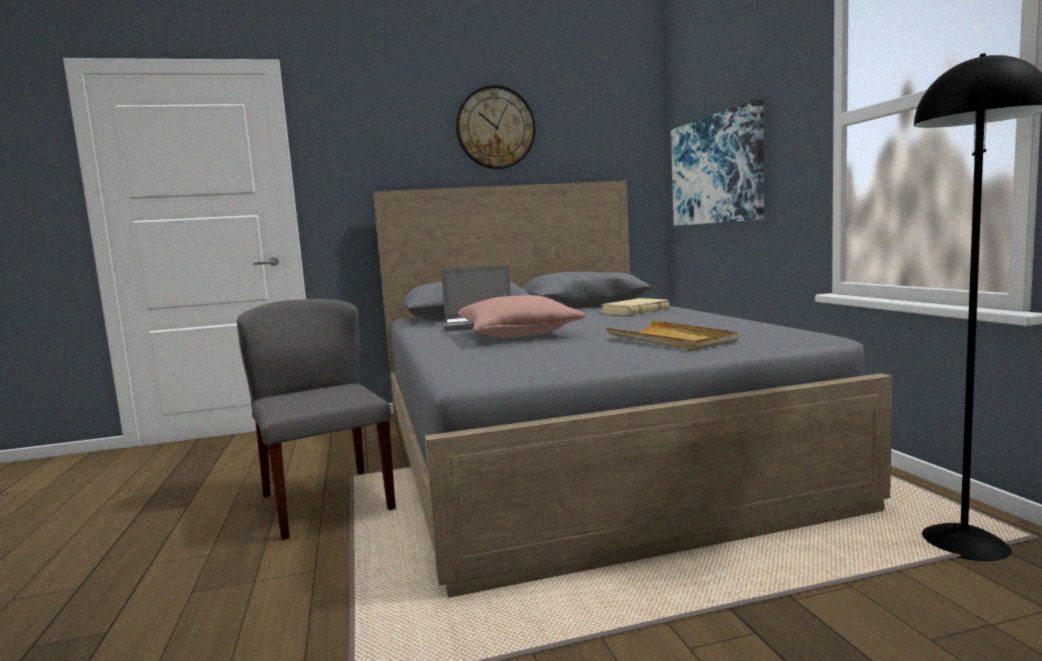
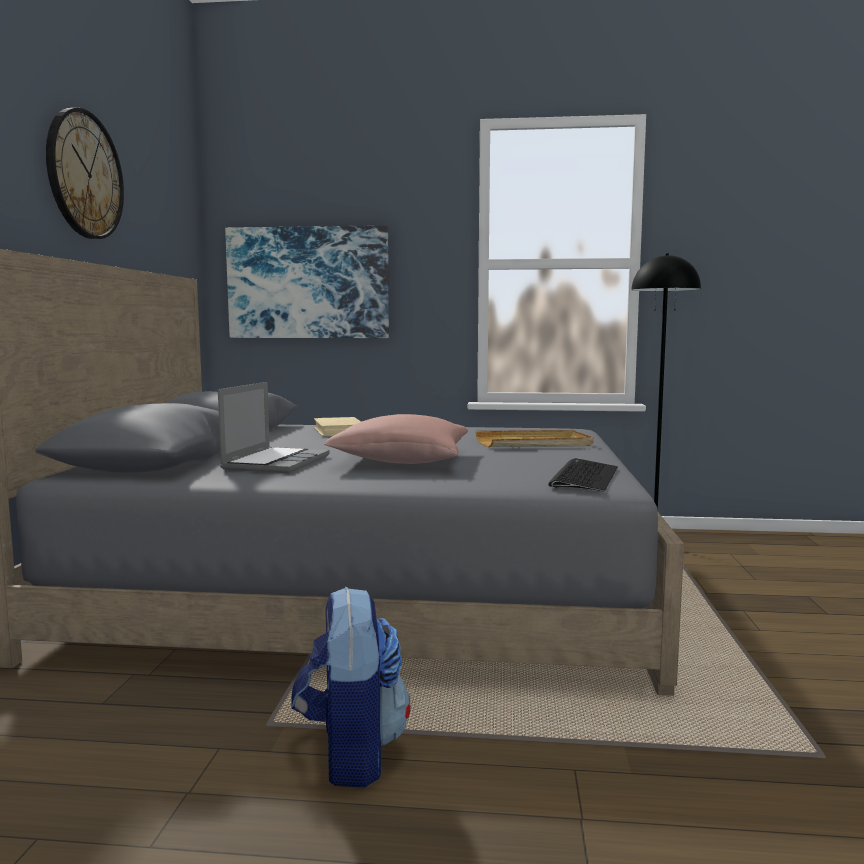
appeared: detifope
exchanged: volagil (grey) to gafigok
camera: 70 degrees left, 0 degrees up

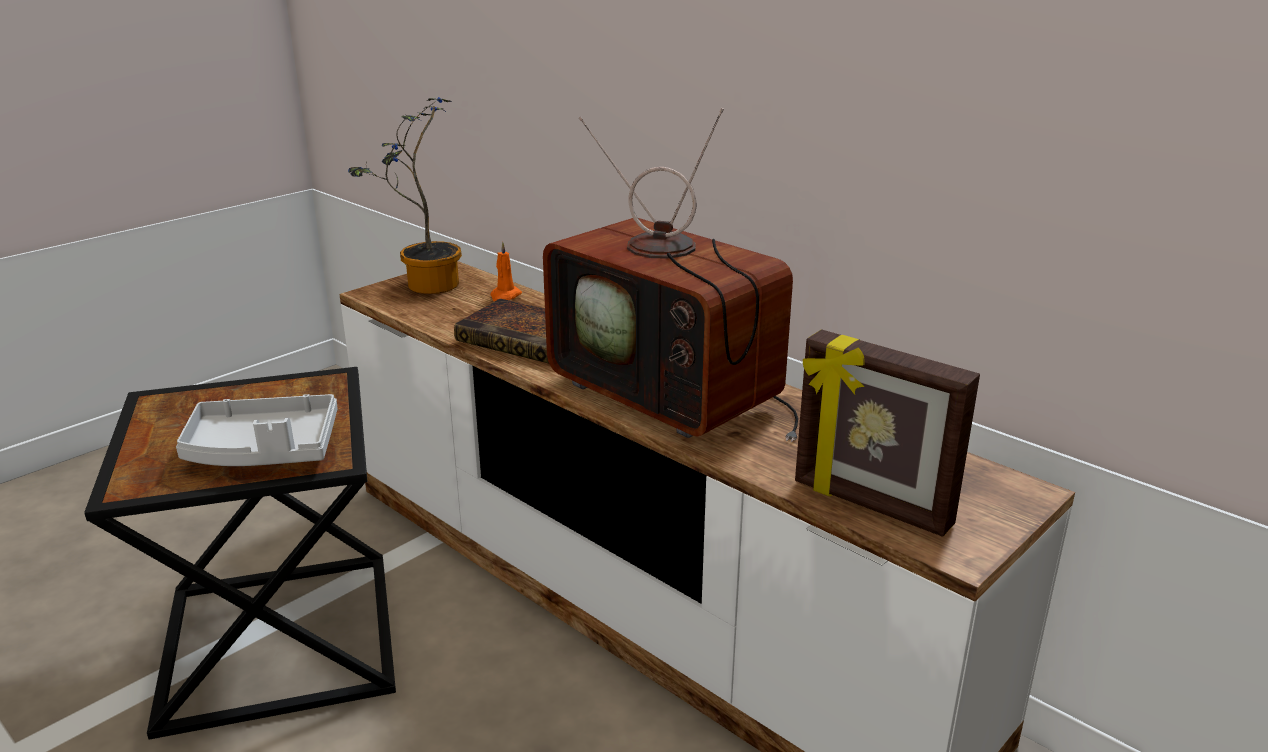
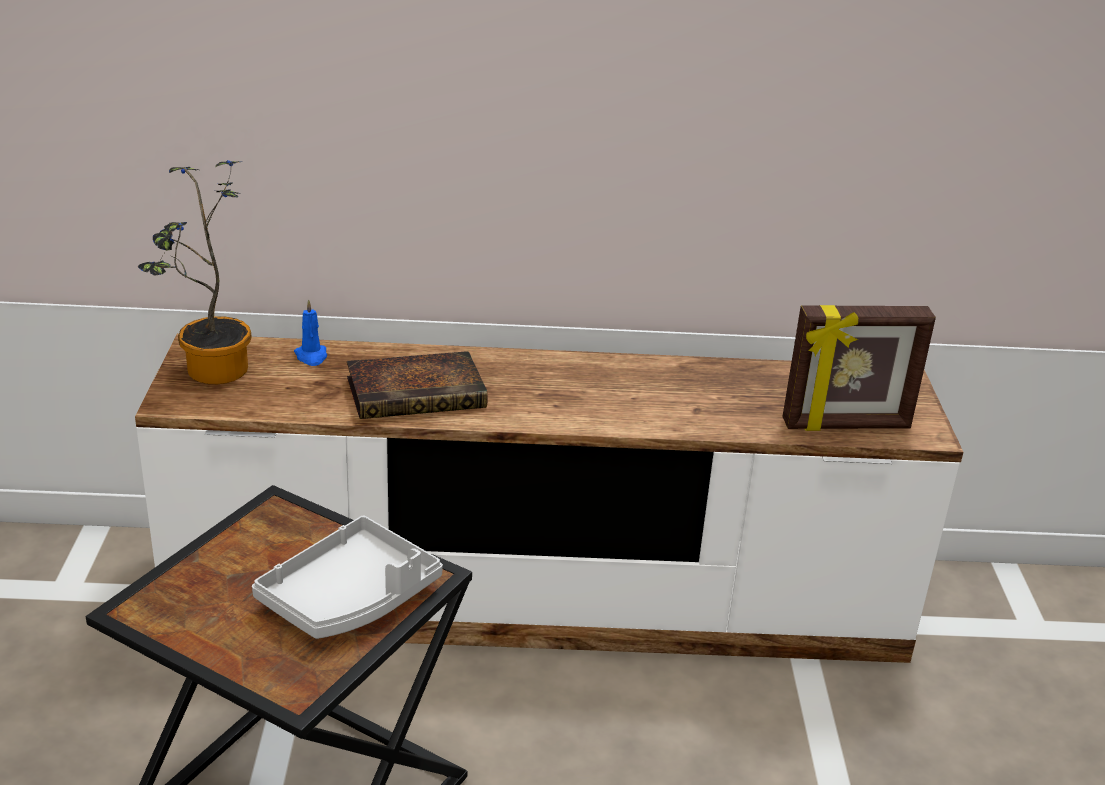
missing: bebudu
colour: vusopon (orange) to vusopon (blue)
camera: 45 degrees left, 5 degrees up

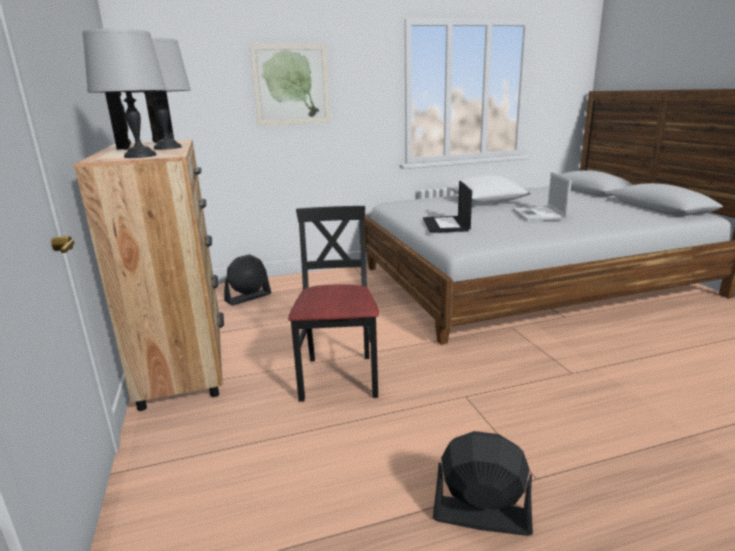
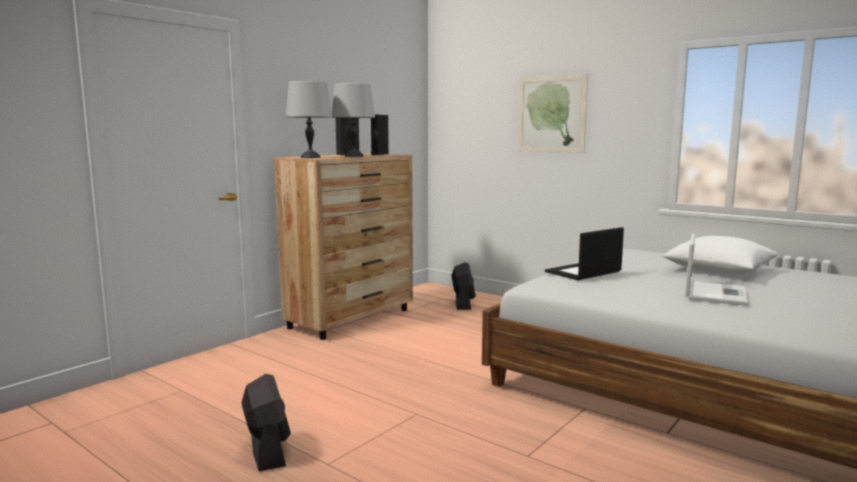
missing: volagil (black)
spun: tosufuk (no. 2 from left) 150 degrees clockwise; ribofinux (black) (no. 1 from left in the first image) 105 degrees counterclockwise
camera: 55 degrees right, 10 degrees down

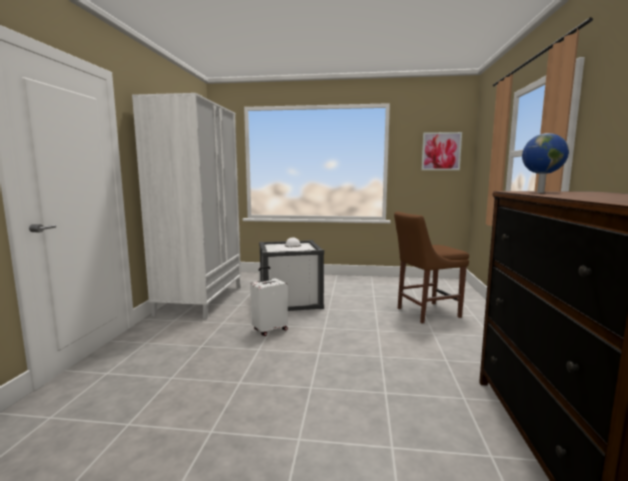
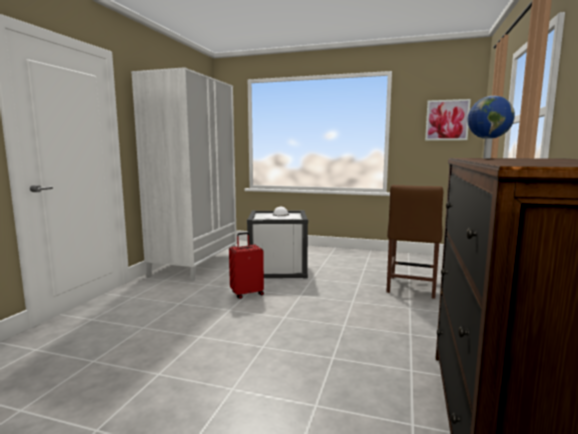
colour: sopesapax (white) to sopesapax (red)
spun: volagil (brown) 60 degrees counterclockwise
camera: 10 degrees right, 0 degrees up

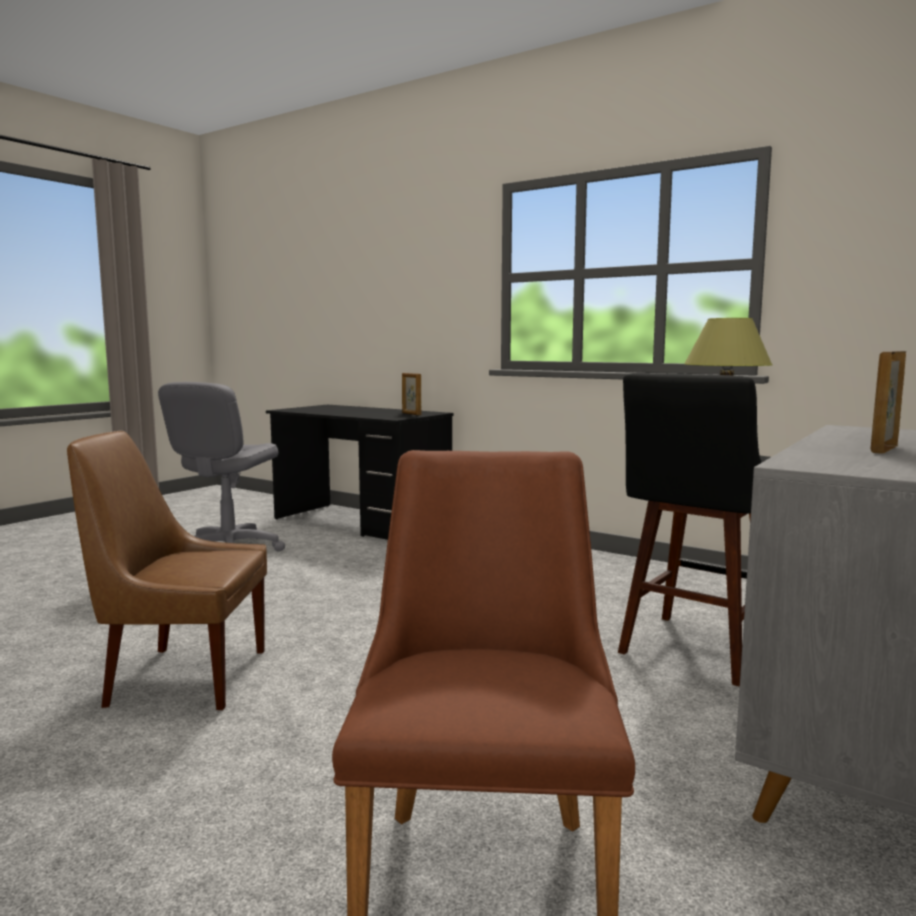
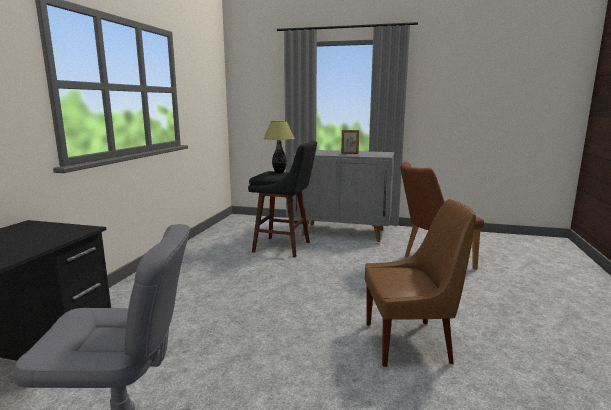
missing: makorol (no. 1 from left)
spun: volagil (brown) (no. 1 from left) 75 degrees counterclockwise
camera: 110 degrees left, 5 degrees up

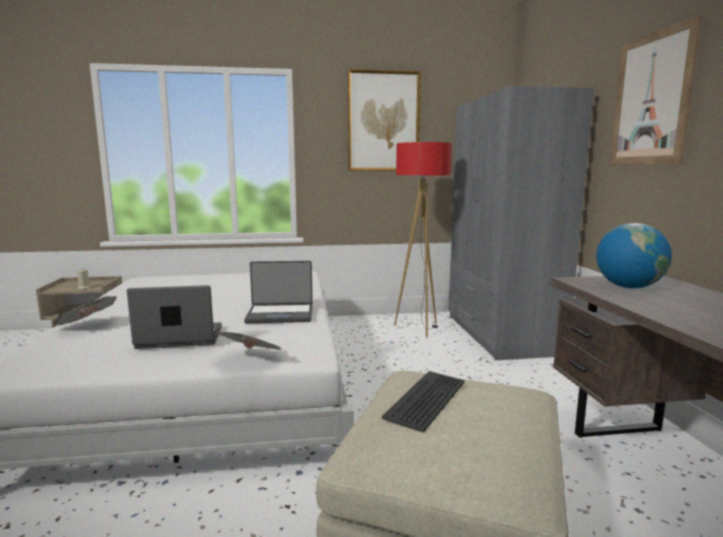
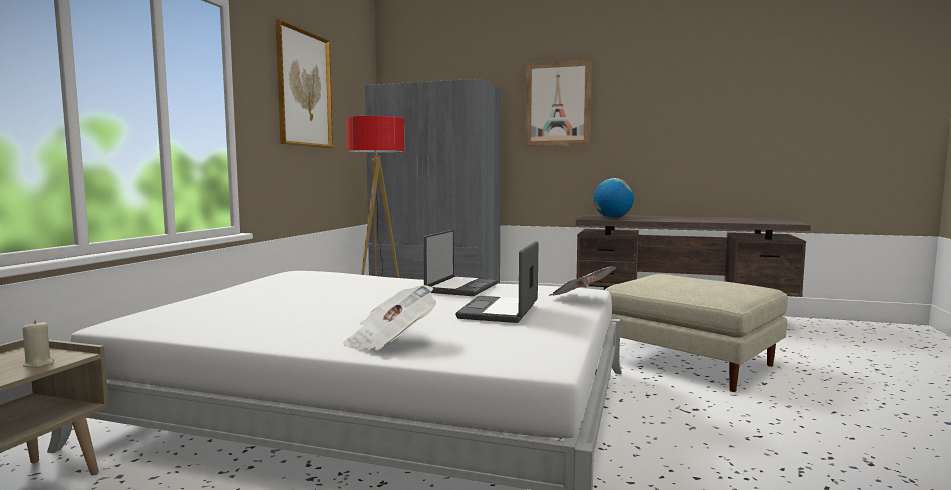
missing: detifope
camera: 65 degrees left, 5 degrees down

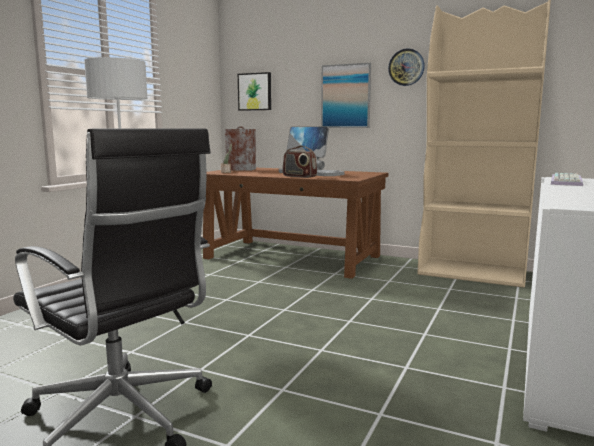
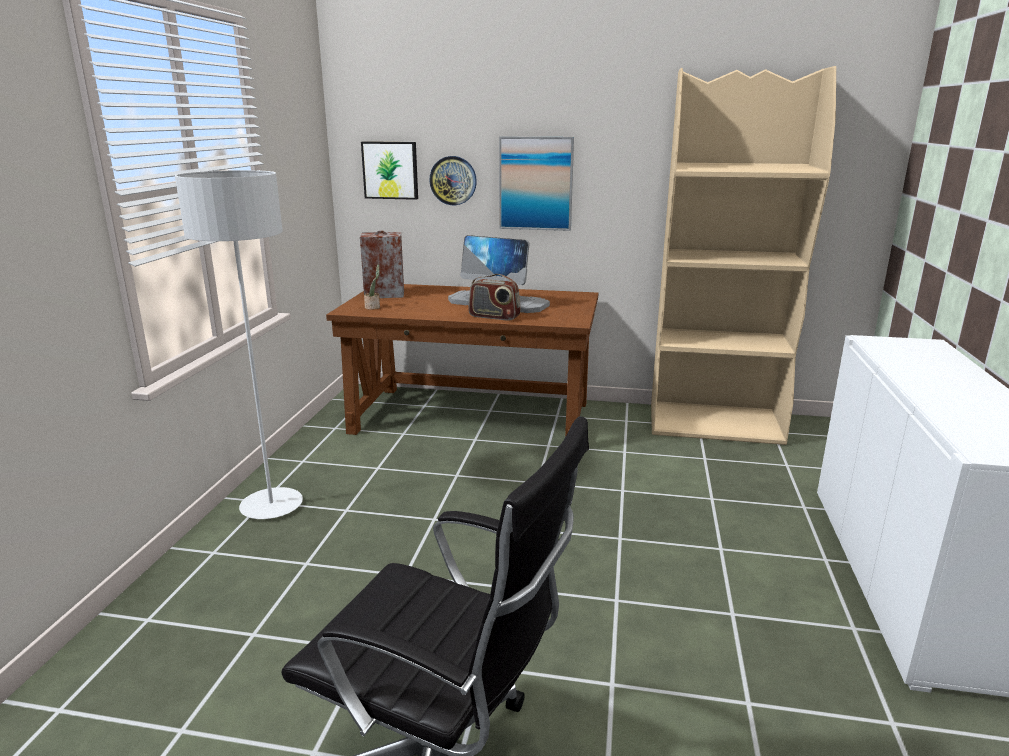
missing: detifope
relocated: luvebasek
camera: 15 degrees left, 10 degrees up

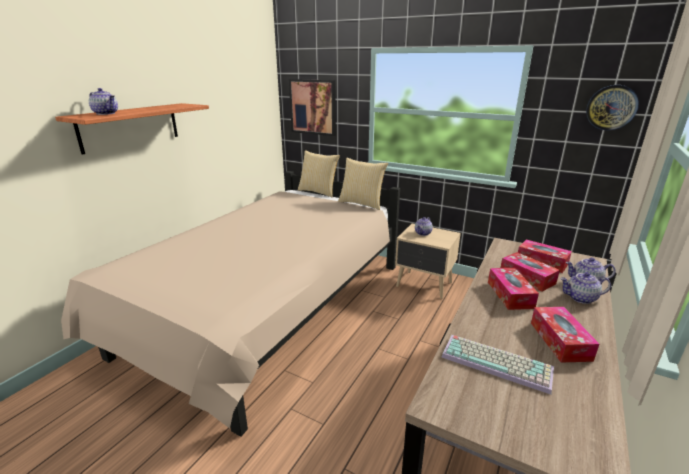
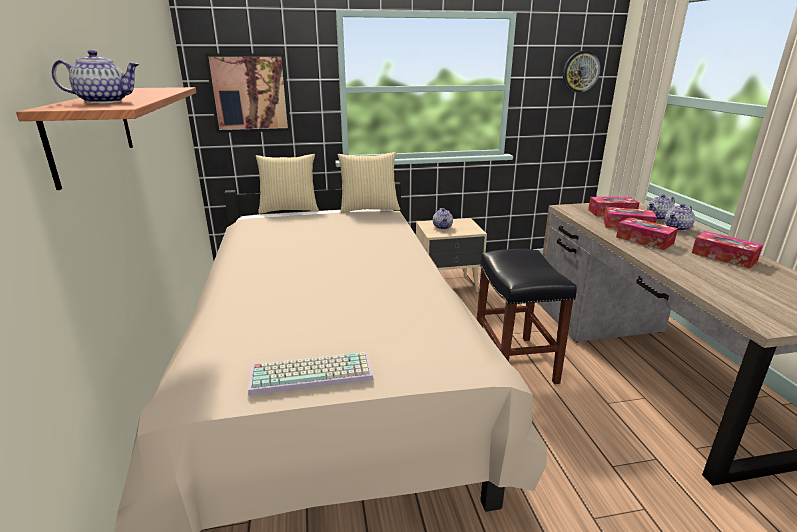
appeared: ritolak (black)
relocated: detifope
camera: 40 degrees left, 0 degrees up

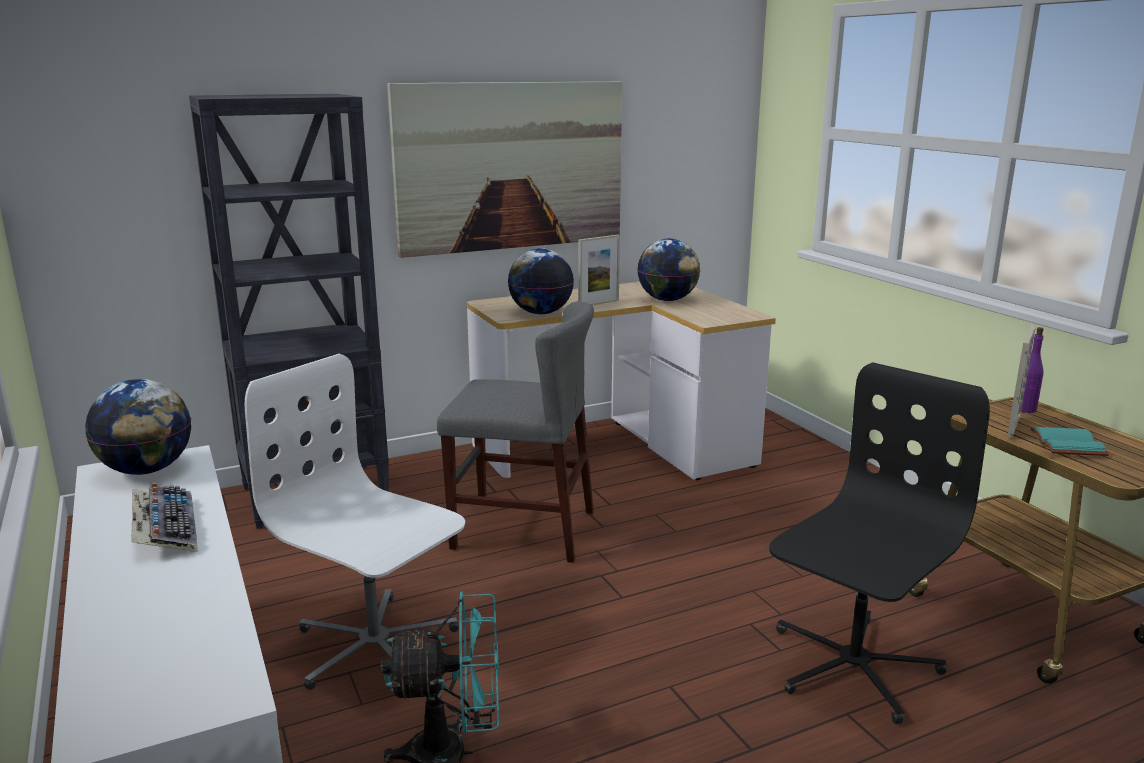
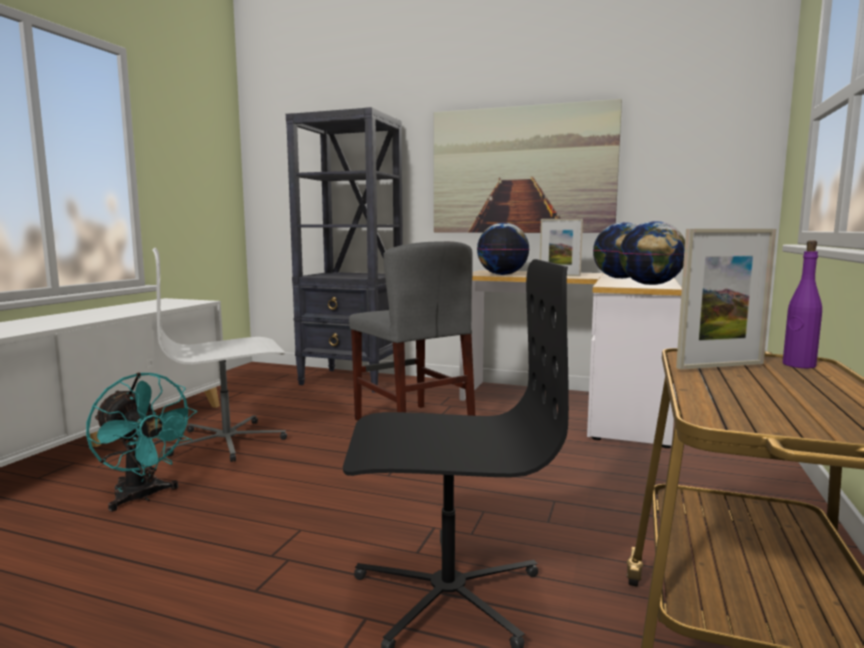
missing: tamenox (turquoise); detifope
relocated: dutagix (no. 1 from left in the first image) to dutagix (no. 3 from left)
spun: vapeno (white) 105 degrees counterclockwise
camera: 45 degrees right, 10 degrees down

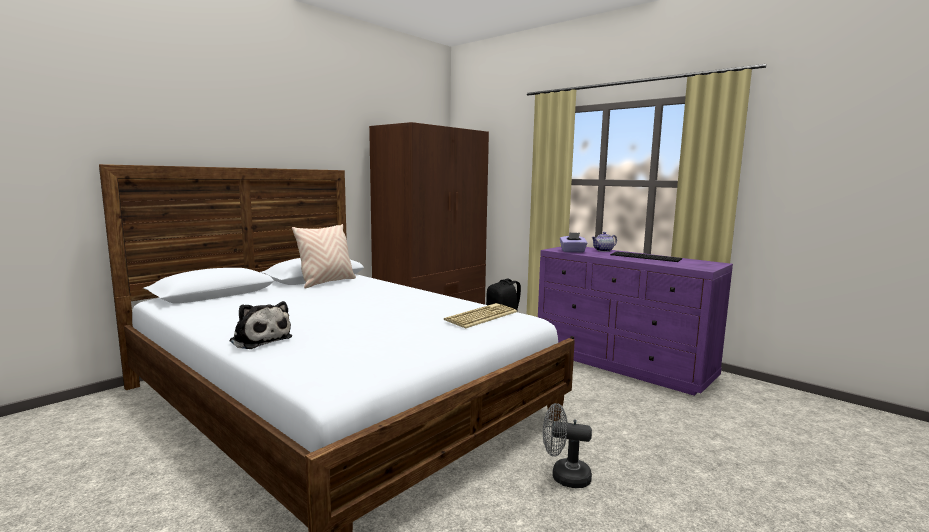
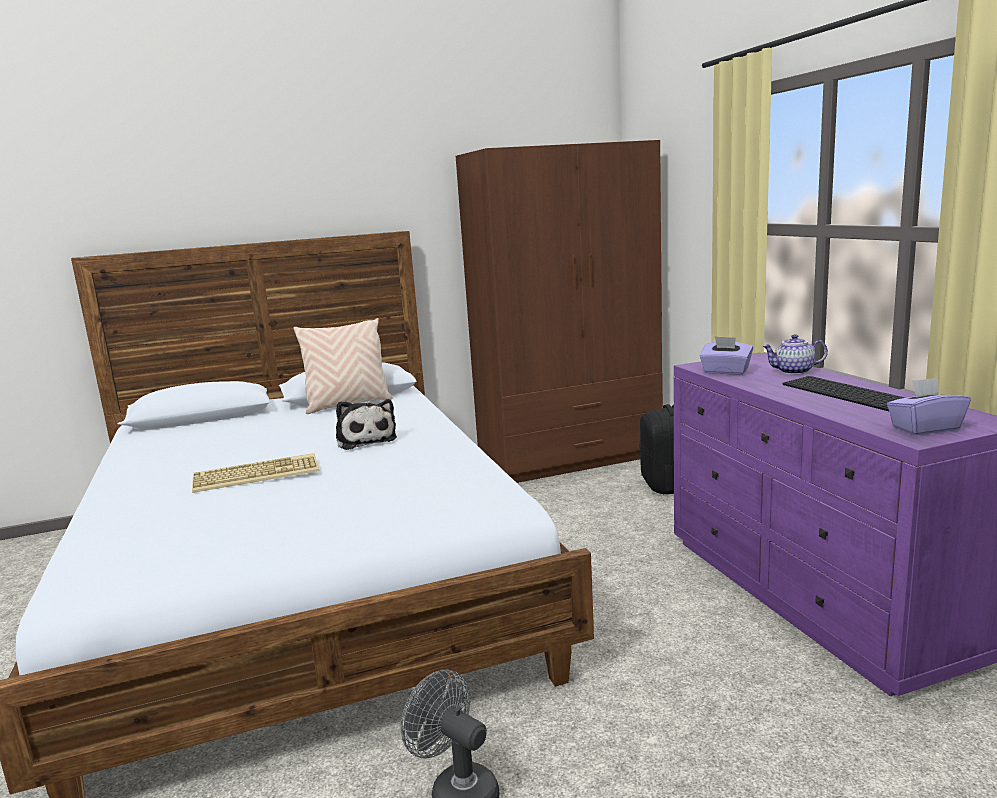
appeared: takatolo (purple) (no. 2 from left)
relocated: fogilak; detifope (no. 1 from left)
camera: 30 degrees right, 5 degrees up

